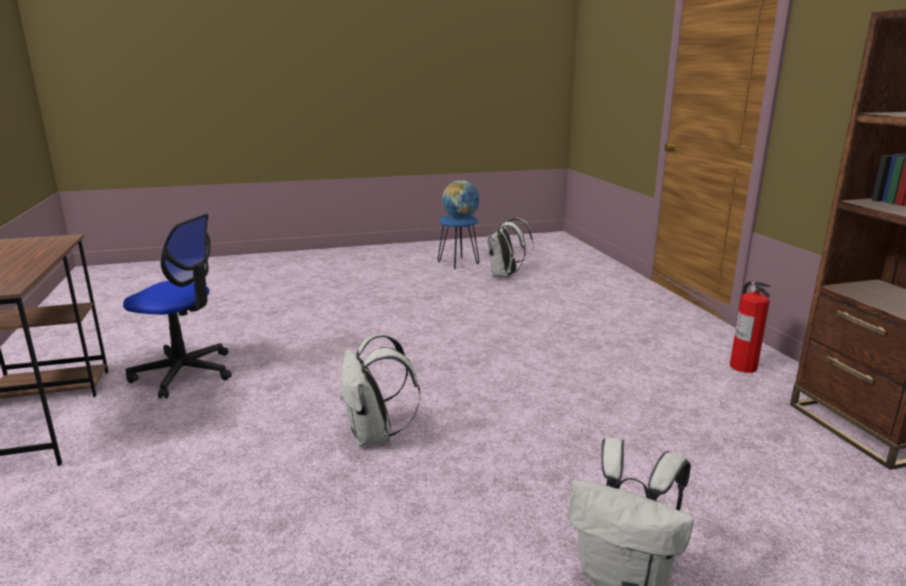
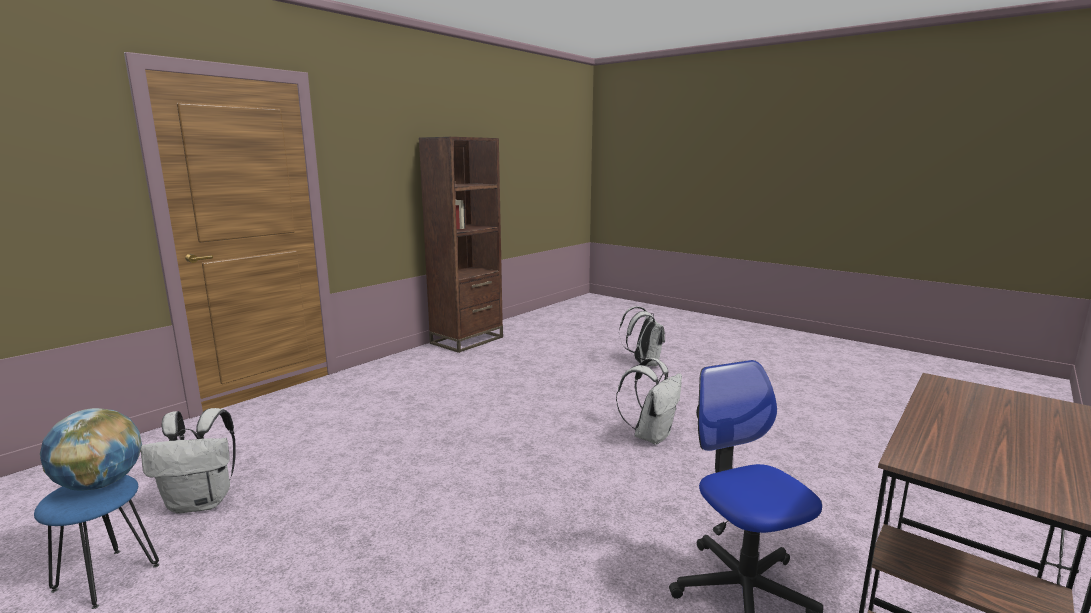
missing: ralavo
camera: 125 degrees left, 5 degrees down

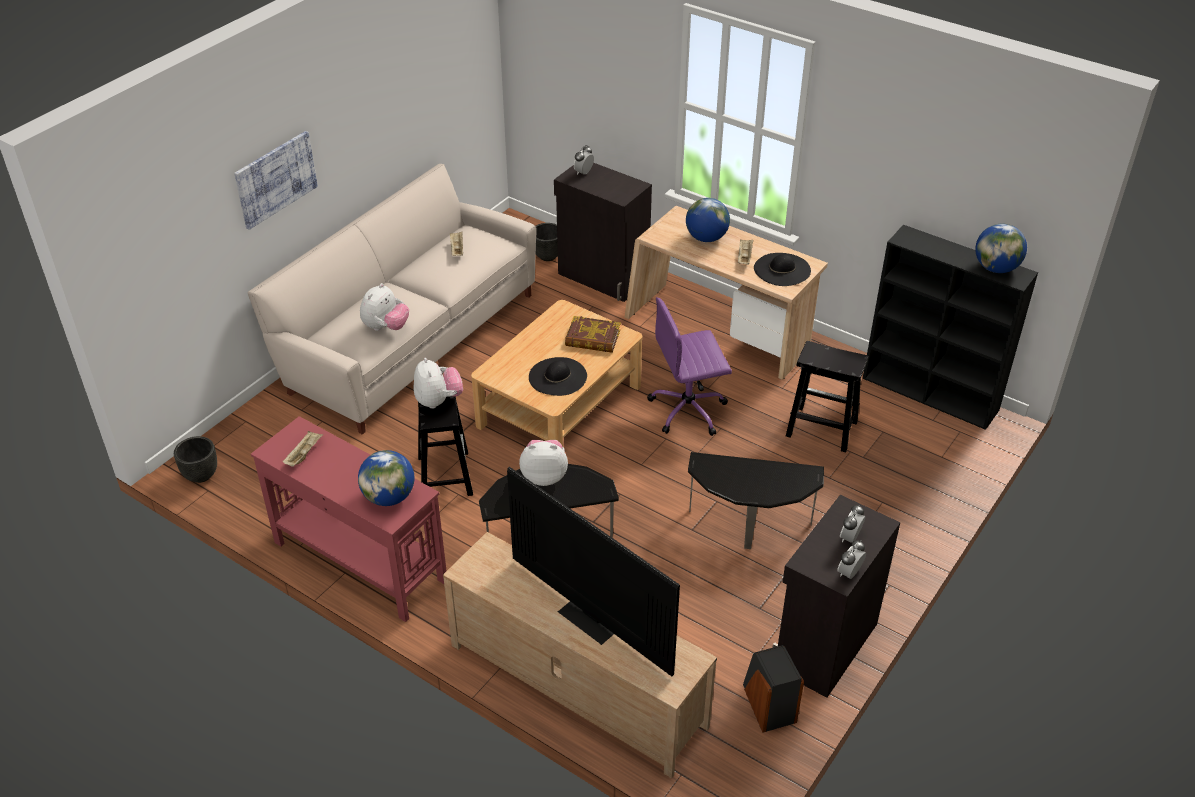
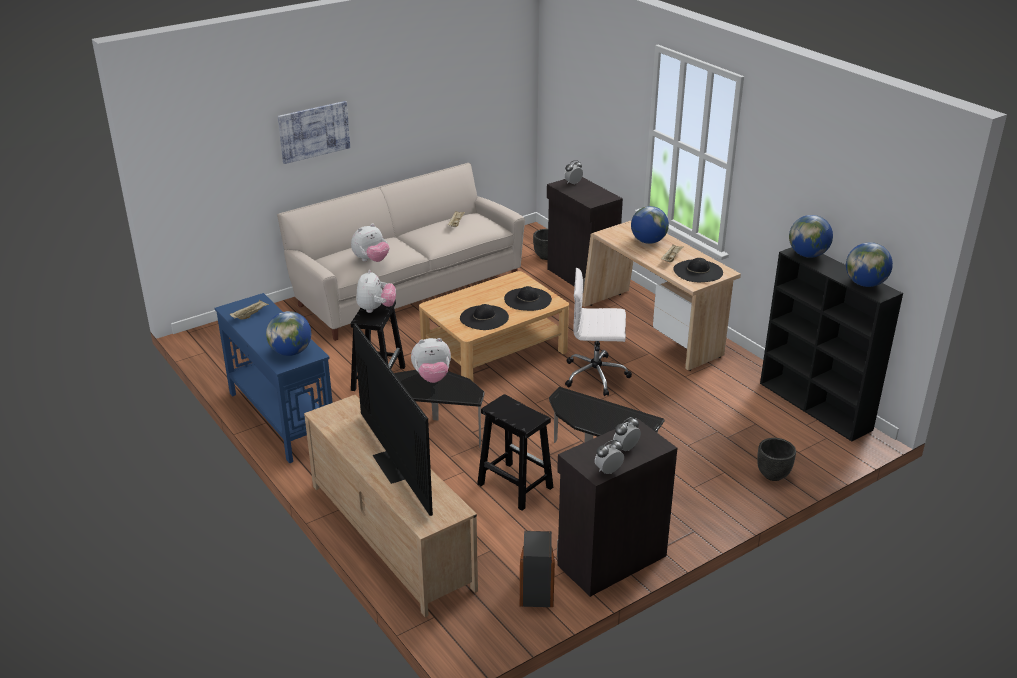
appeared: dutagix (no. 3 from left)
relocated: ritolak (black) (no. 2 from left); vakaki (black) (no. 1 from left in the first image) to vakaki (black) (no. 2 from left)
exchanged: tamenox to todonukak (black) (no. 2 from left)
colour: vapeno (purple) to vapeno (white); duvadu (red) to duvadu (blue)
spun: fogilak (no. 3 from left) 150 degrees clockwise
camera: 20 degrees right, 10 degrees down

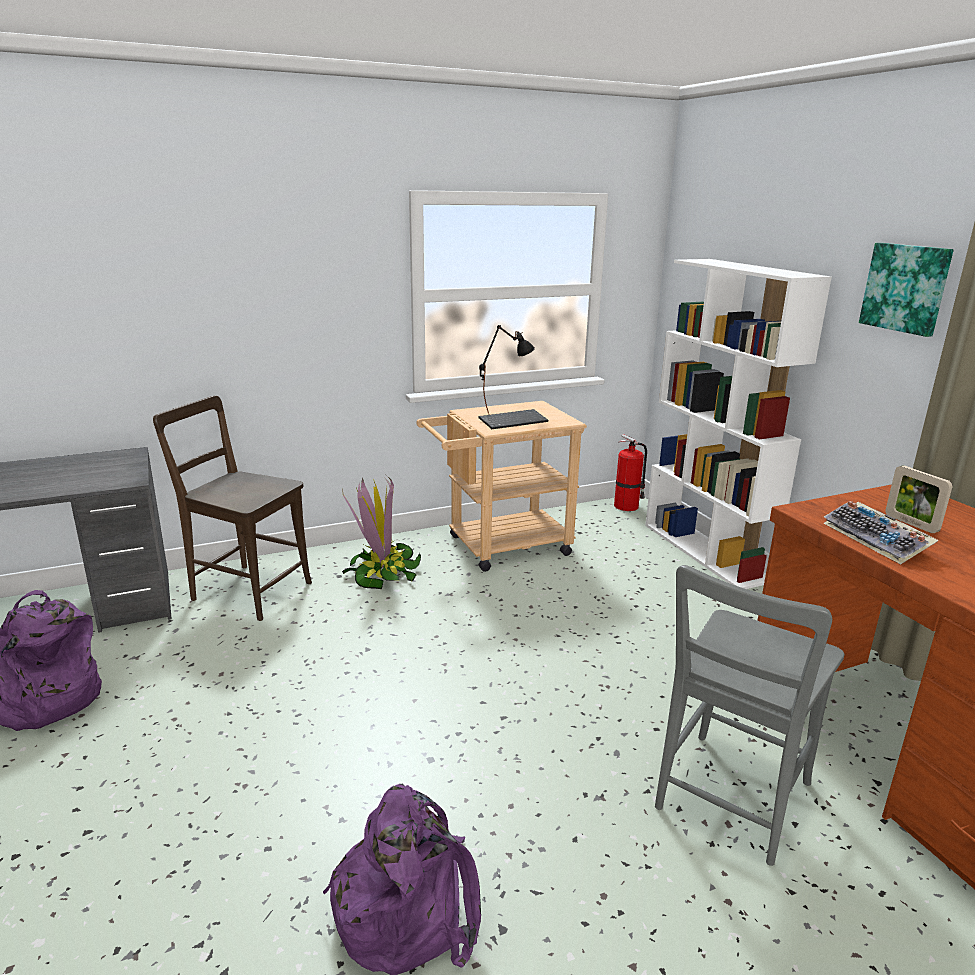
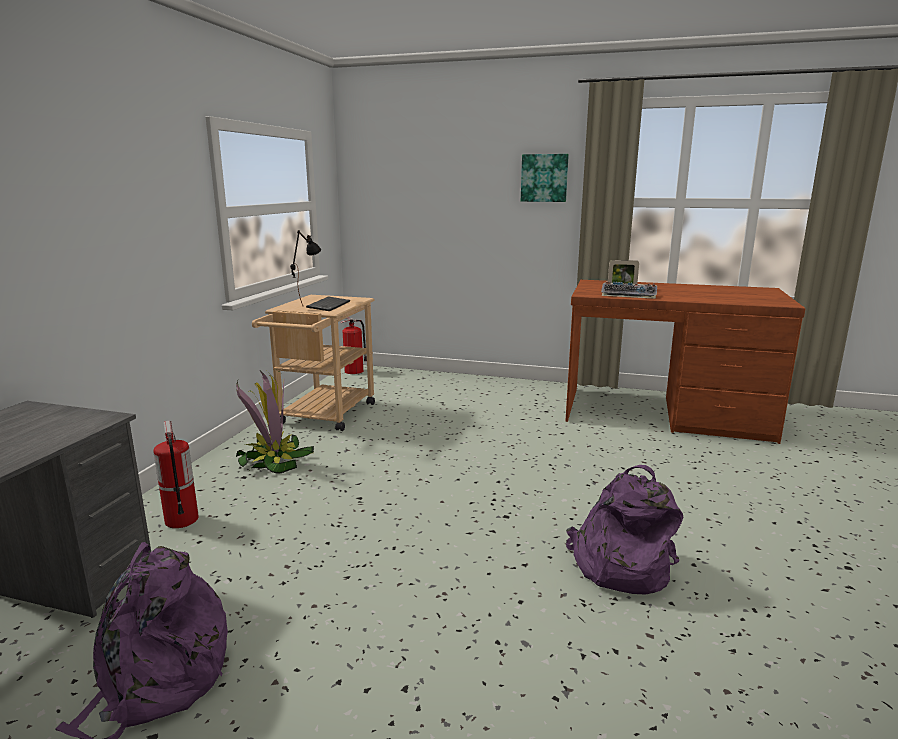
missing: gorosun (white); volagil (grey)
exchanged: volagil (brown) to ralavo (no. 1 from left)
camera: 50 degrees left, 5 degrees down

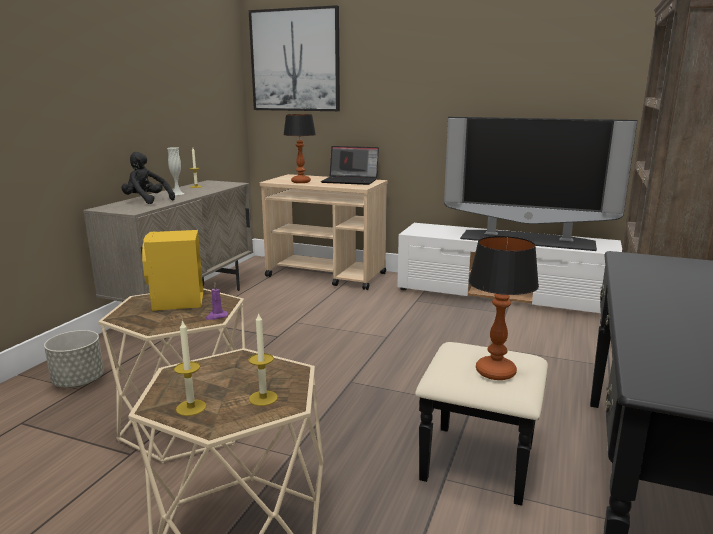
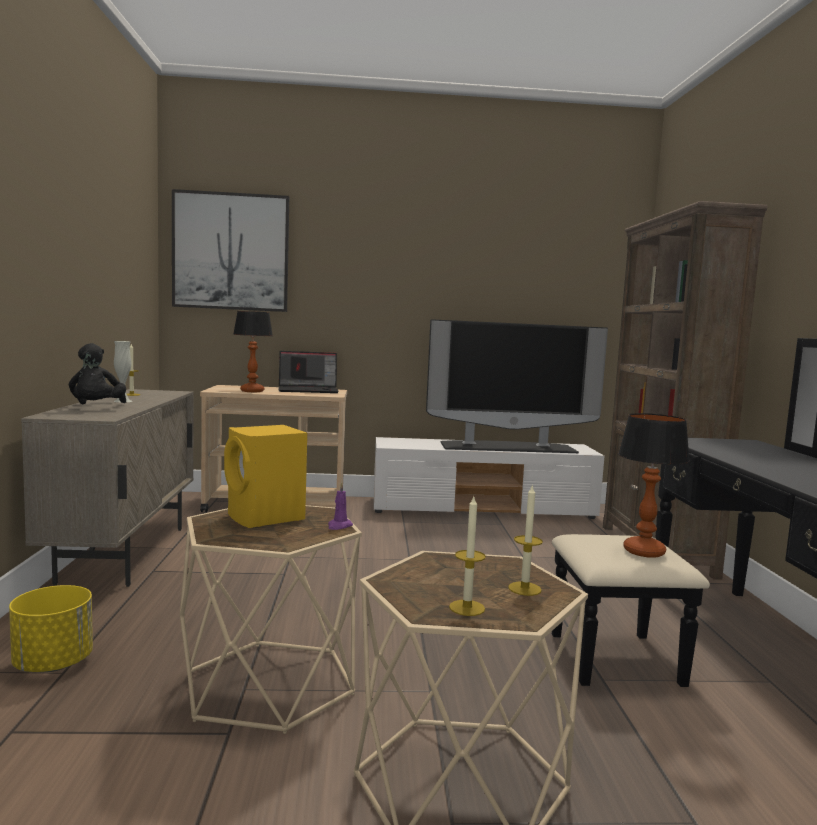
colour: vakaki (grey) to vakaki (yellow)
spun: fogilak (black) 105 degrees counterclockwise
camera: 25 degrees left, 10 degrees down

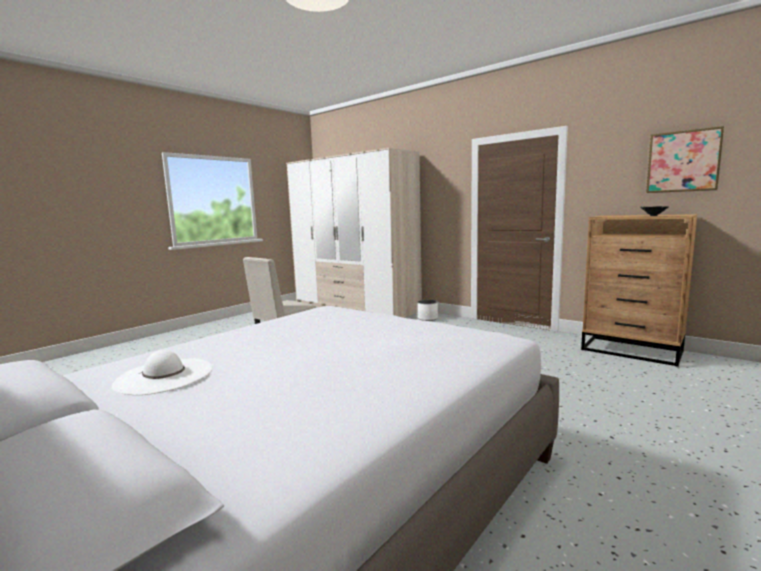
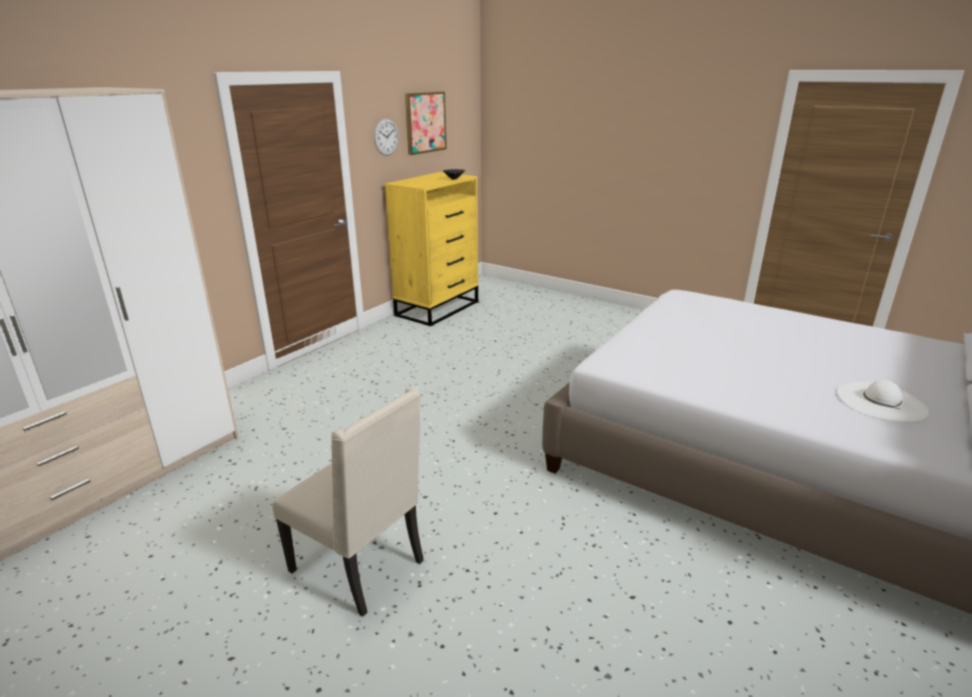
missing: vakaki (white)
appeared: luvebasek
colour: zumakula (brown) to zumakula (yellow)
camera: 95 degrees left, 15 degrees up

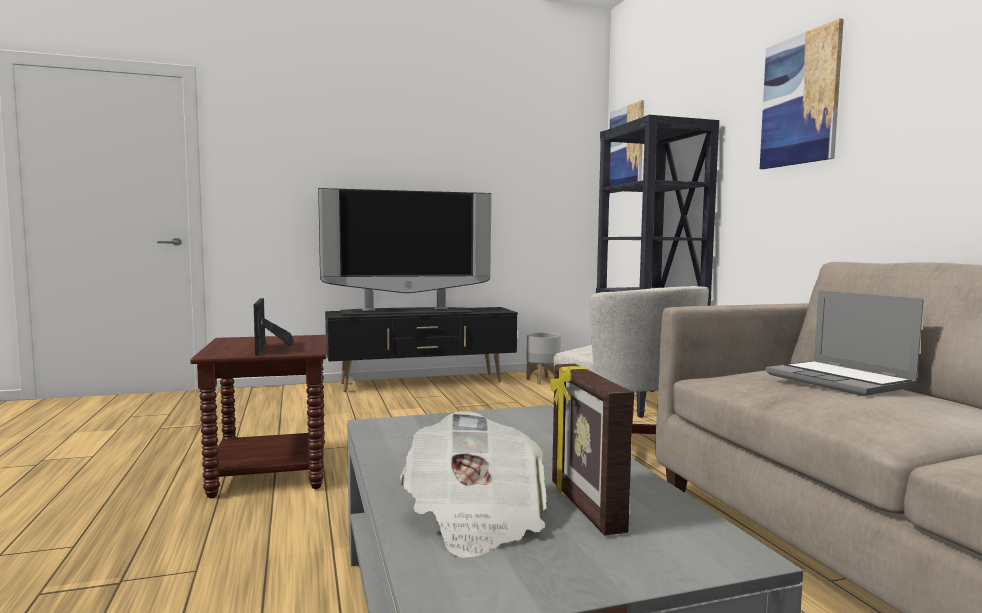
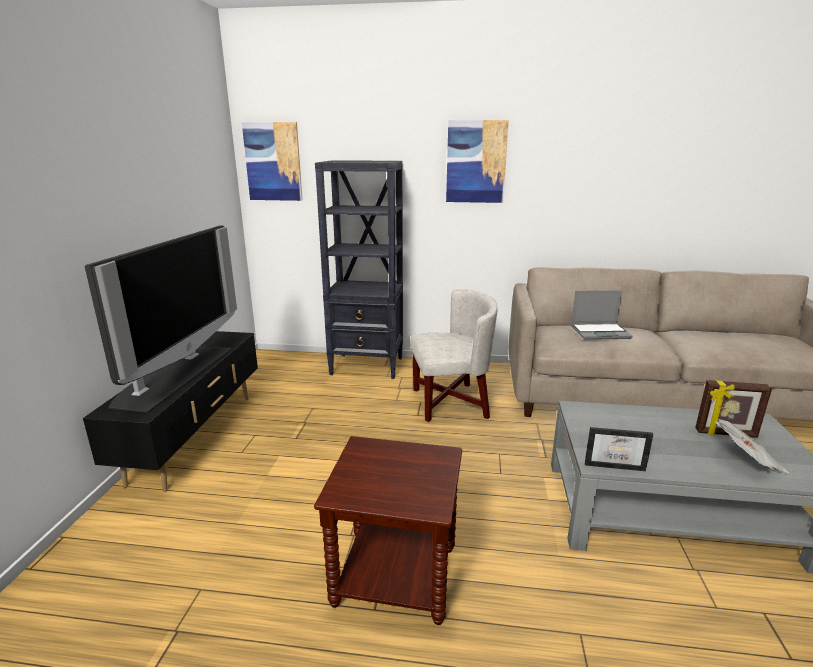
missing: vakaki (grey)
relocated: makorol (no. 1 from left)
camera: 65 degrees left, 15 degrees up

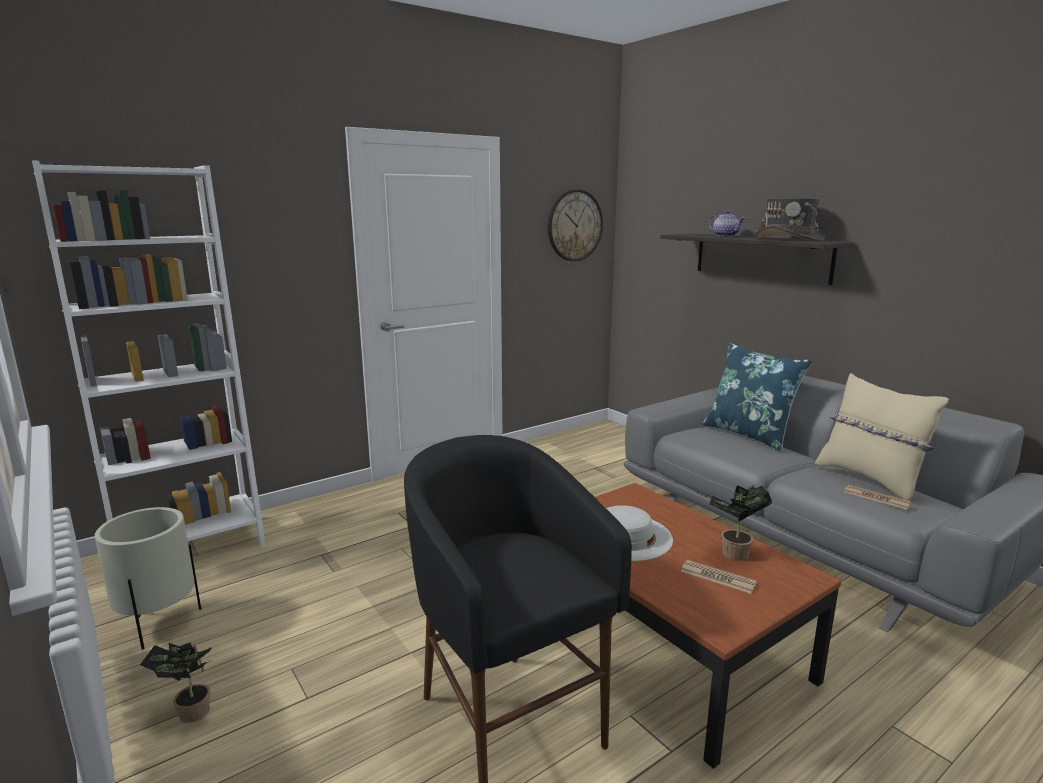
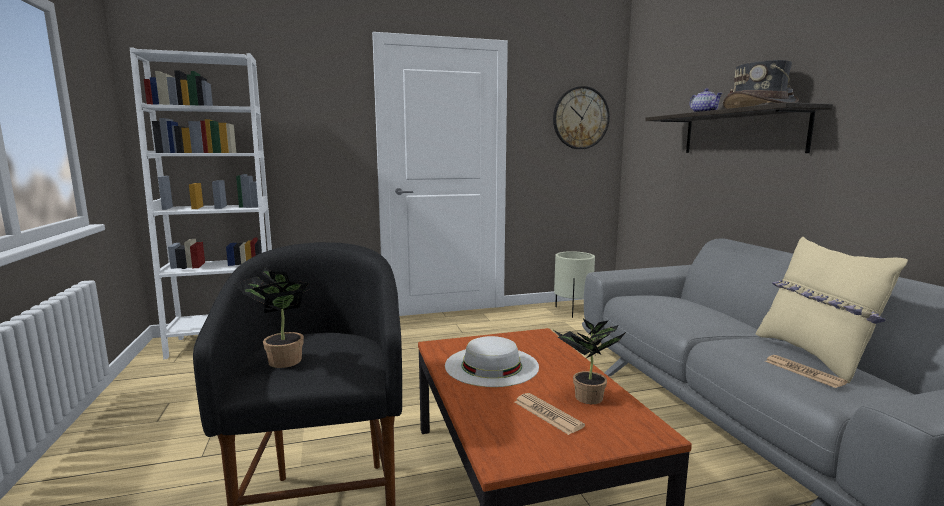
missing: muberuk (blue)
relocated: vakaki (beige); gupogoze (no. 1 from left)
camera: 20 degrees right, 5 degrees down

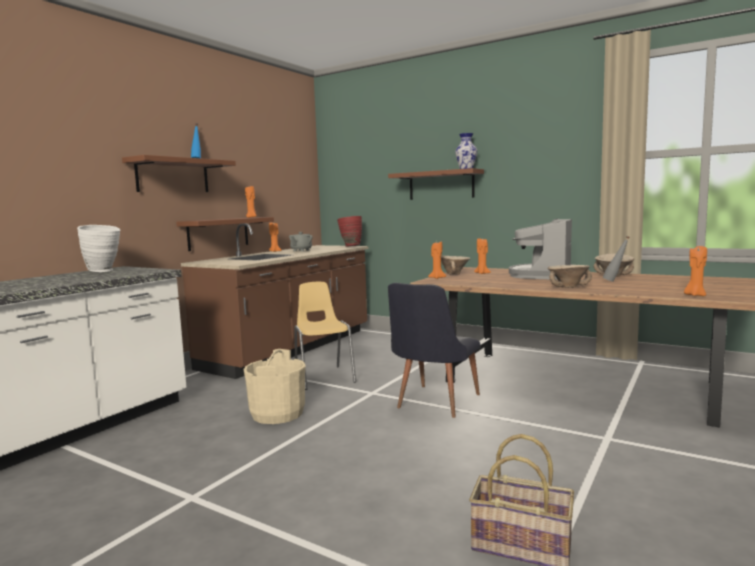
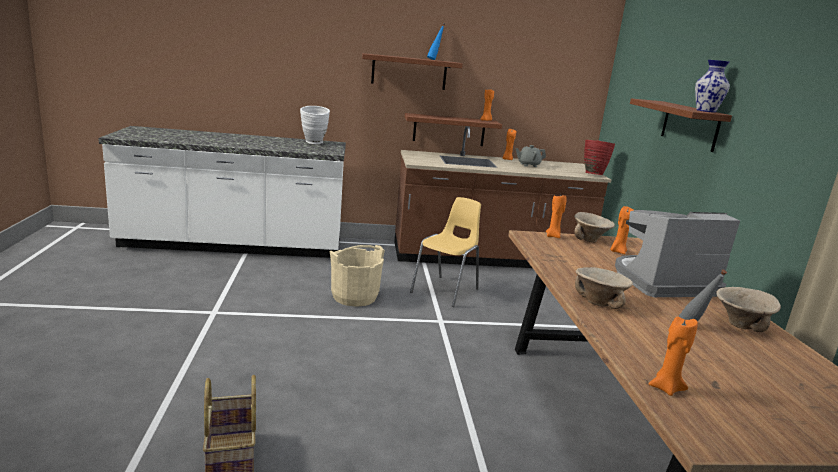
missing: volagil (black)
camera: 50 degrees right, 10 degrees up

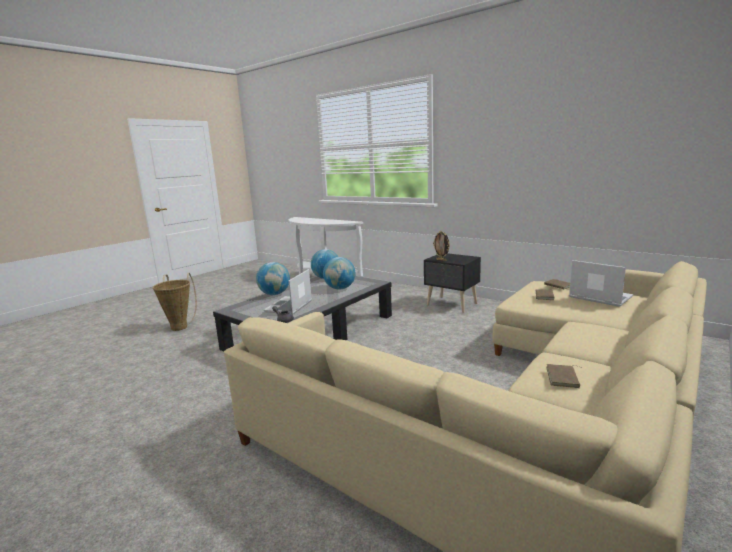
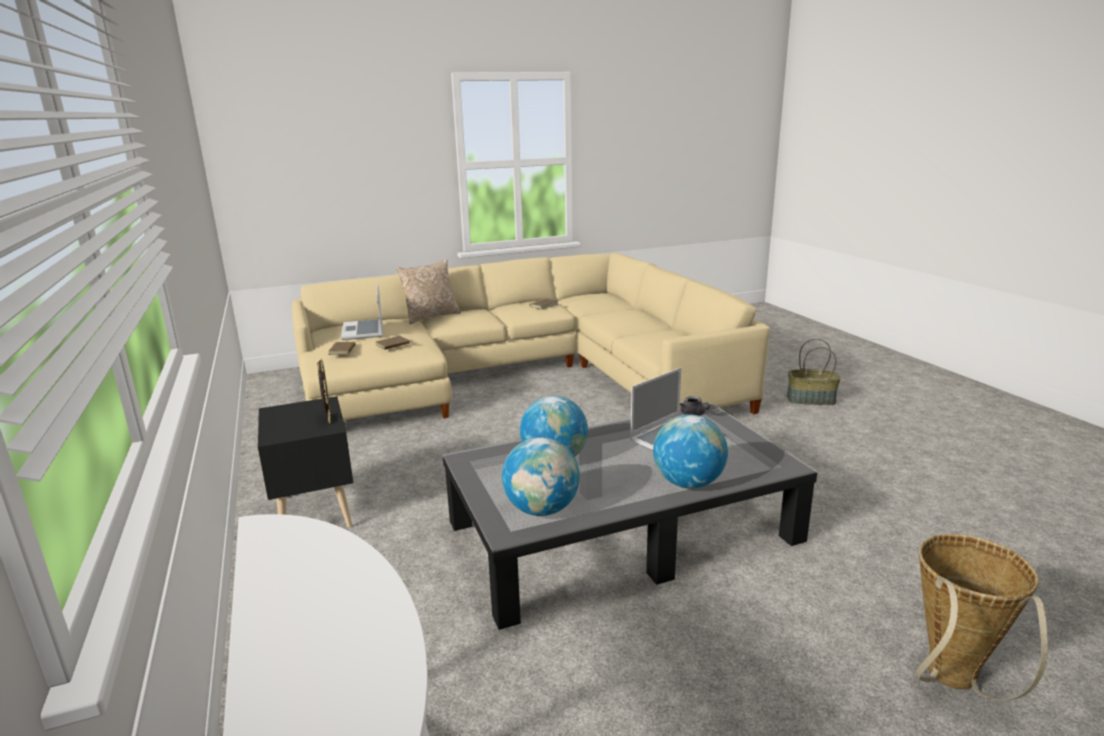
appeared: muberuk; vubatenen (no. 1 from left)
camera: 150 degrees left, 5 degrees up

